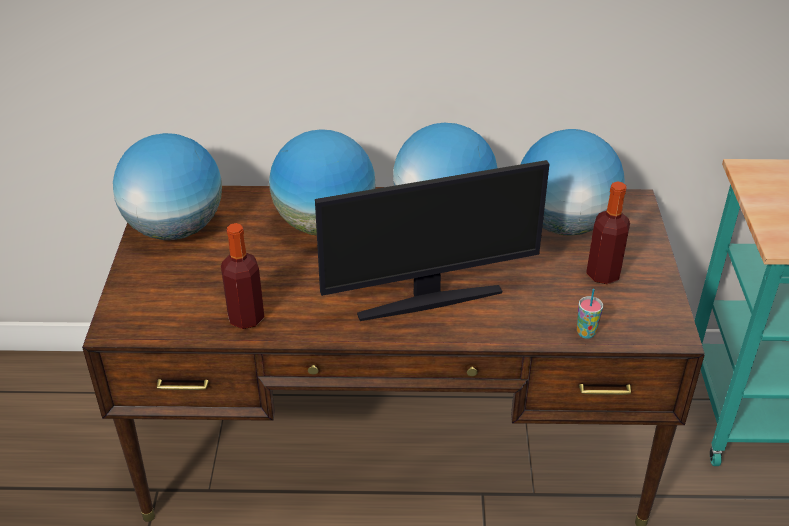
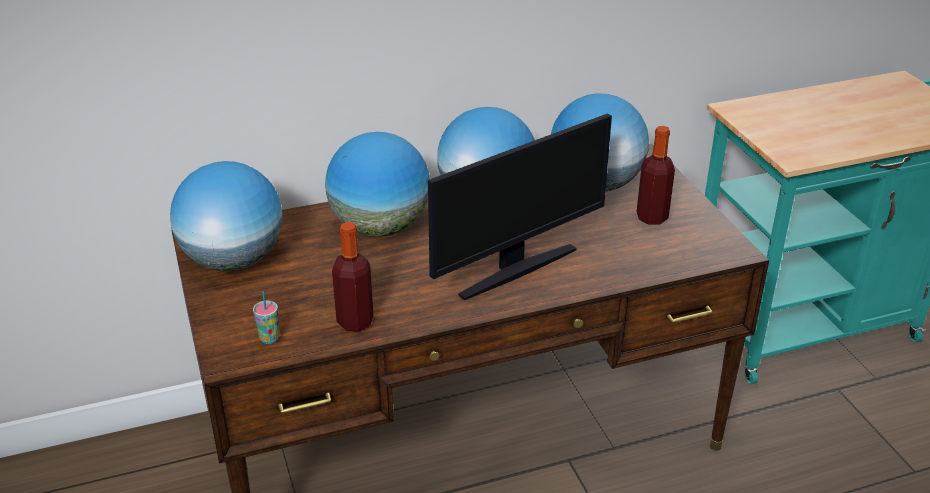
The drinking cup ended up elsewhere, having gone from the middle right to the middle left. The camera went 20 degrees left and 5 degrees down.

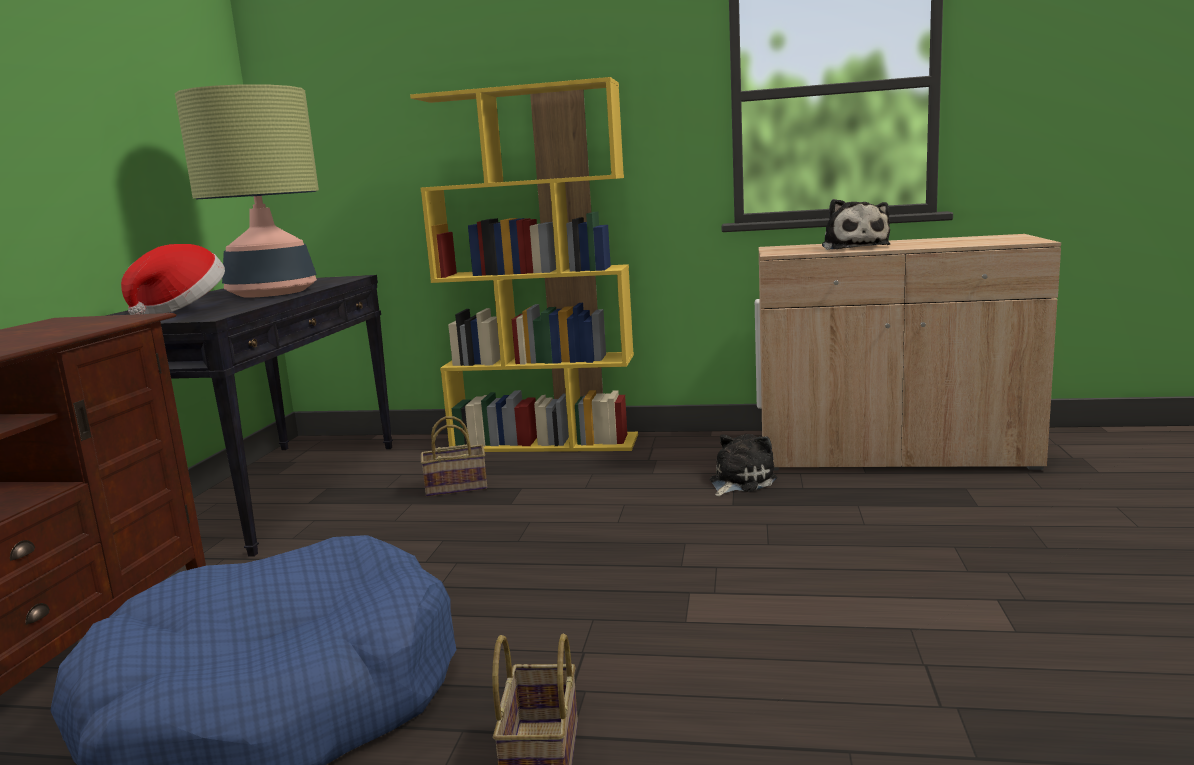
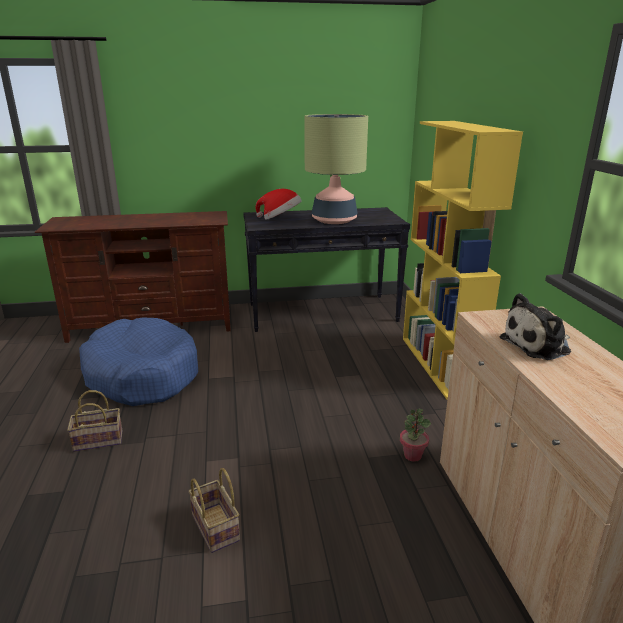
The basket (1st from left in the first image) ended up elsewhere, having gone from the centre to the bottom centre. Where the cuddly toy (1st from left) stood at the centre, the plant in a pot came to stand at the bottom centre. The camera went 70 degrees right and 10 degrees up.

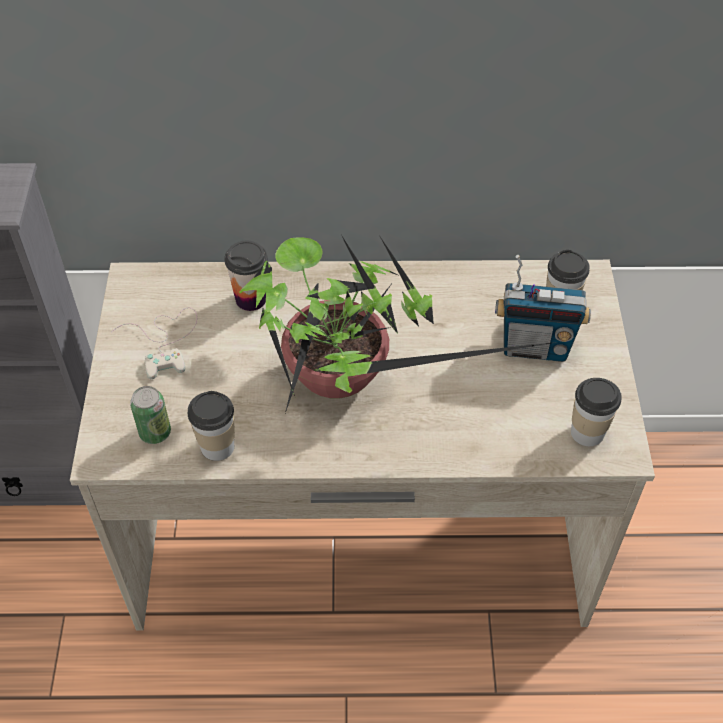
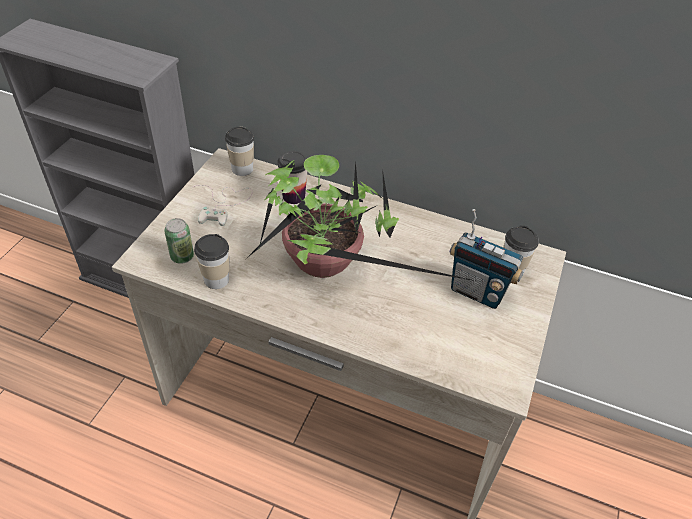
The drinking cup (4th from left in the first image) ended up elsewhere, having gone from the middle right to the top centre. The camera went 20 degrees right and 5 degrees down.

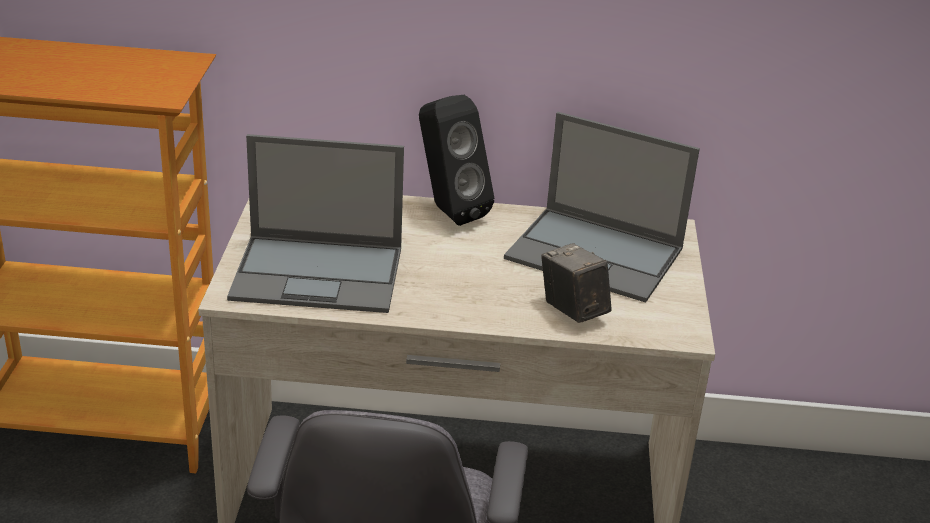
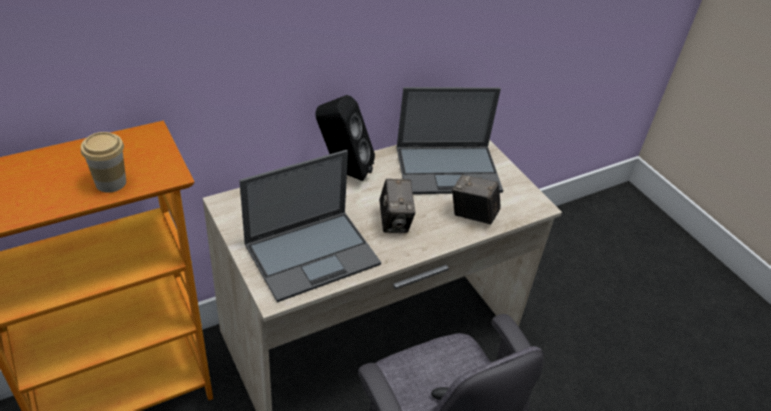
The second view gained the drinking cup at the middle left. The second view gained the photo camera (1st from left) at the centre. The camera went 35 degrees left and 10 degrees up.

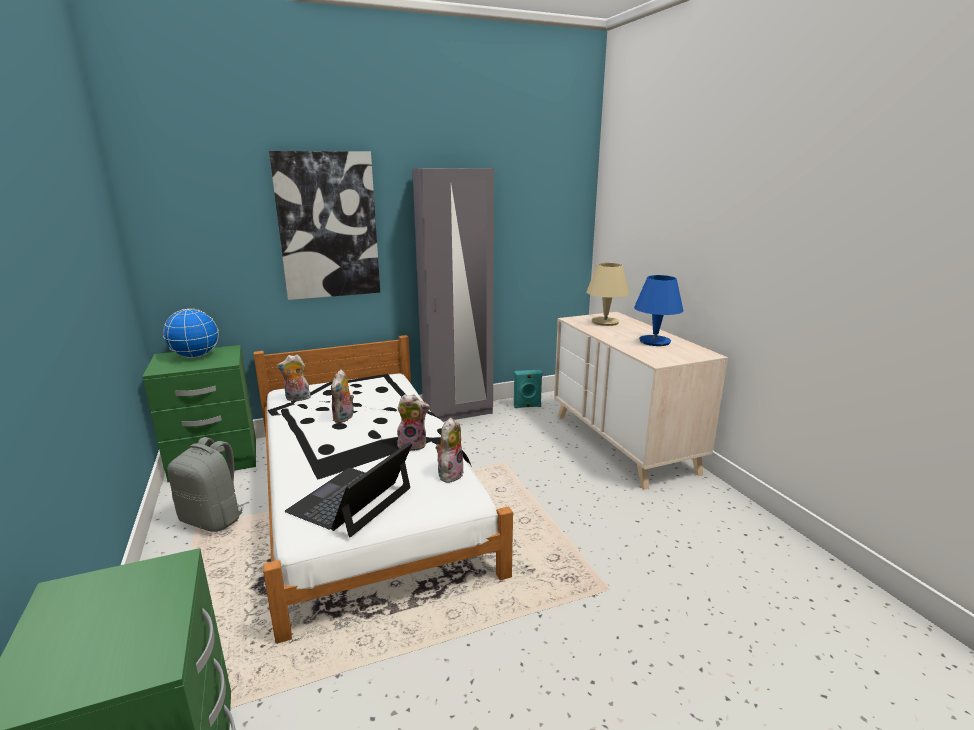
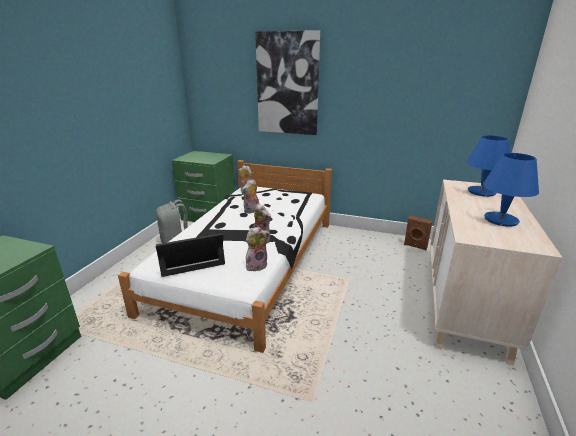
What was the blue-green loudspeaker at the centre turned into the brown-coloured loudspeaker at the middle right. What was the beige-coloured table lamp at the centre turned into the blue-coloured table lamp (1st from left) at the middle right. The second view lost the desk globe at the middle left. The second view lost the grey armoire at the centre. The camera went 40 degrees right and 5 degrees up.

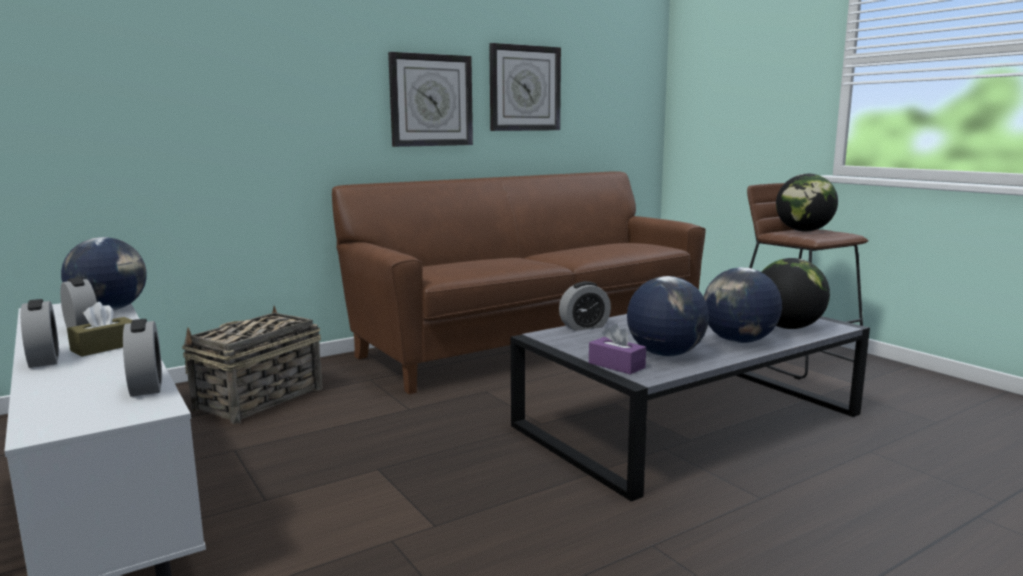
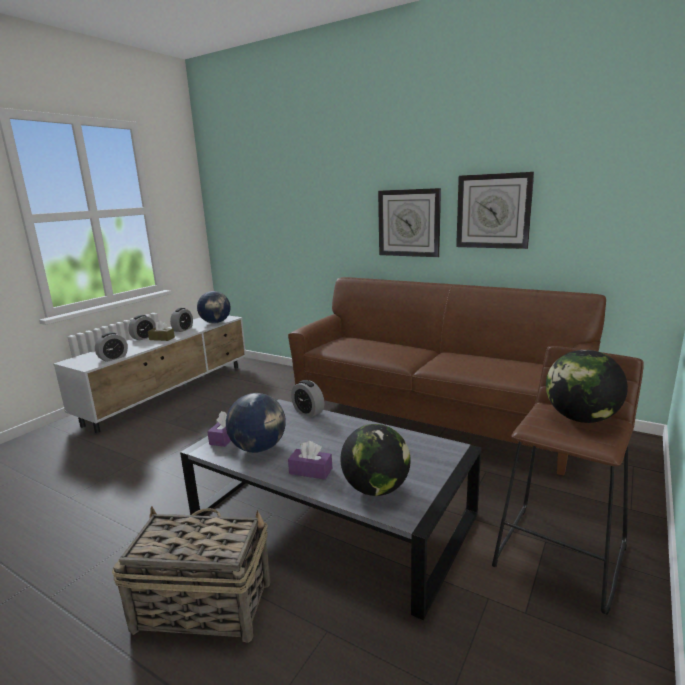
The basket ended up elsewhere, having gone from the middle left to the bottom left. Where the desk globe (3rd from left) stood at the middle right, the purplish tissue box (2nd from left) came to stand at the bottom centre. The camera went 65 degrees right and 5 degrees up.

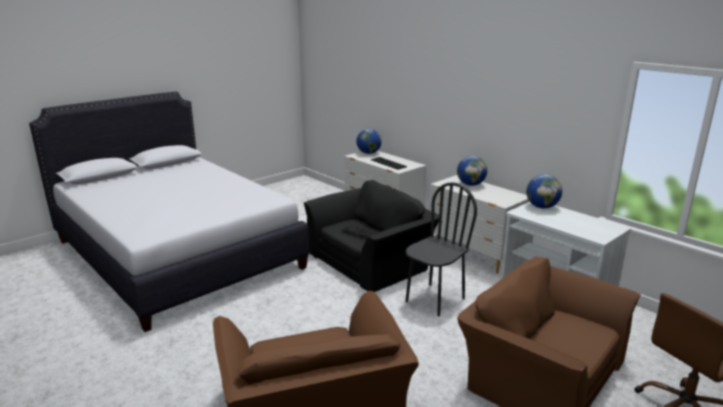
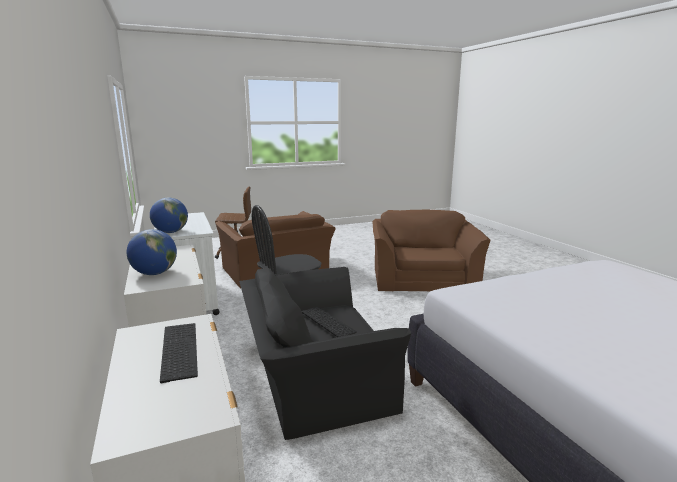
The second view lost the desk globe (1st from left) at the centre. The camera went 160 degrees left and 5 degrees down.

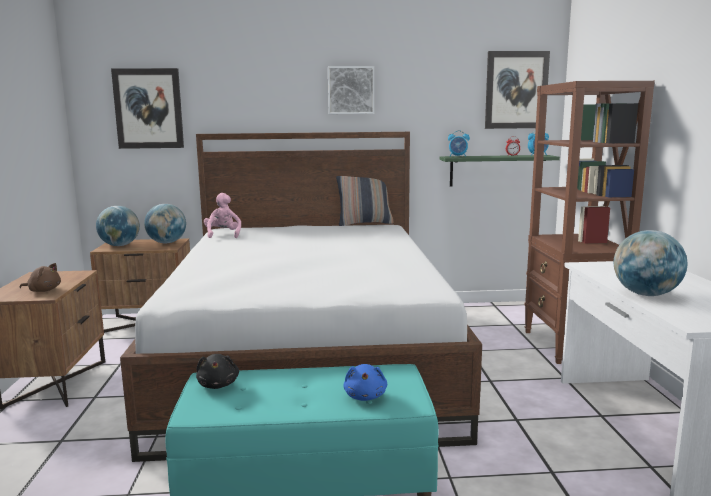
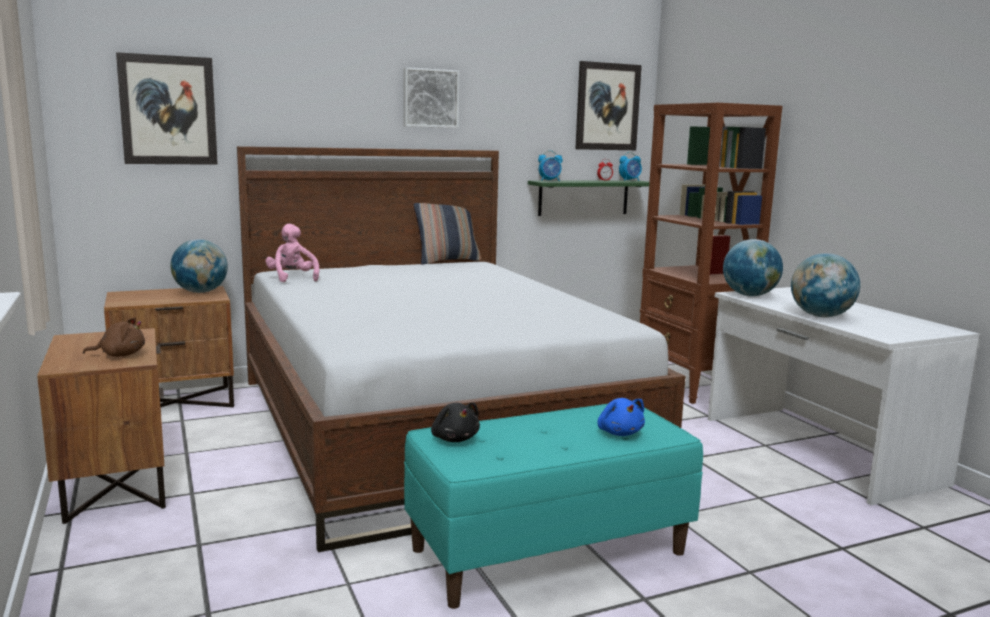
The desk globe (1st from left in the first image) ended up elsewhere, having gone from the middle left to the middle right. The camera went 20 degrees left and 0 degrees up.

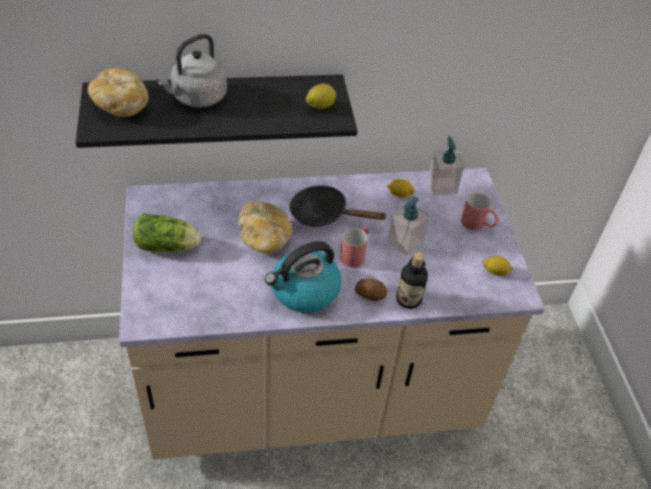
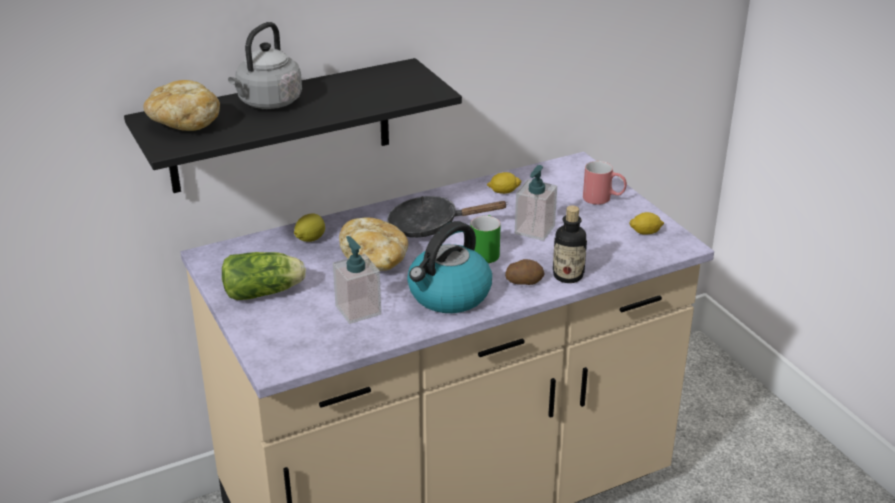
The citrus fruit (1st from left) ended up elsewhere, having gone from the top centre to the centre. The soap dispenser (2nd from left in the first image) ended up elsewhere, having gone from the middle right to the centre. What was the red mug (1st from left) at the centre turned into the green-coloured mug at the centre. The camera went 15 degrees left and 15 degrees down.

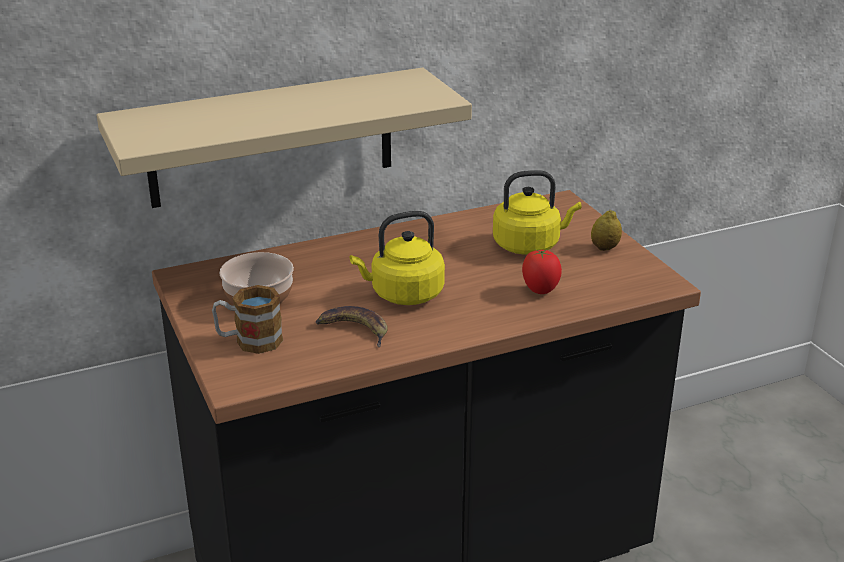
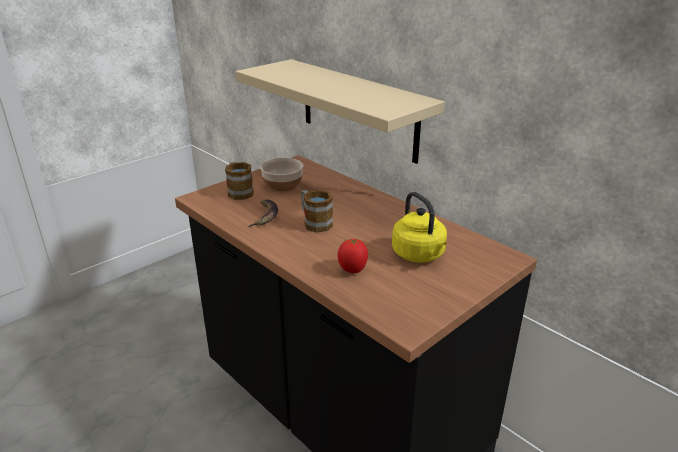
Where the yellow water kettle (1st from left) stood at the centre, the mug (2nd from left) came to stand at the centre. The second view lost the citrus fruit at the middle right. The camera went 70 degrees right and 0 degrees up.

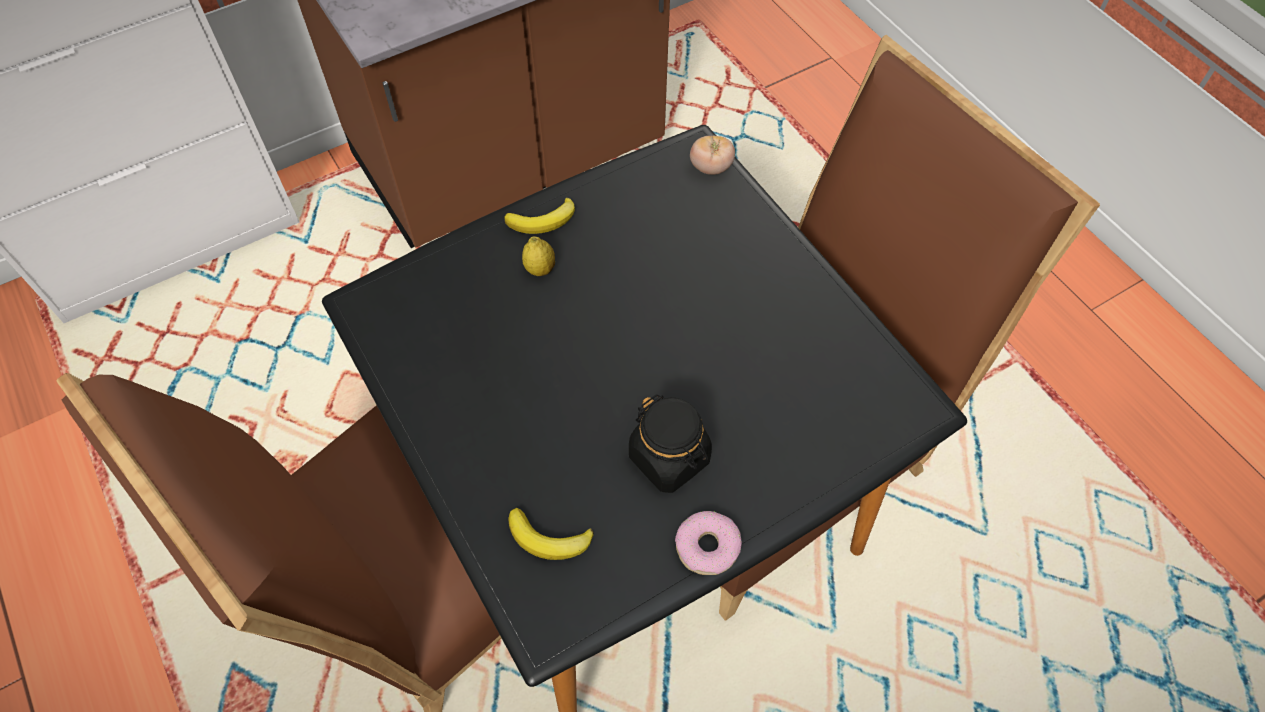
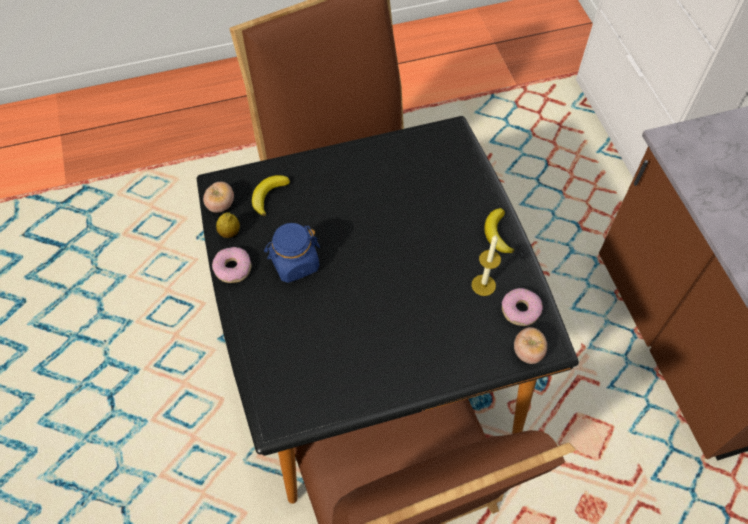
The second view gained the tomato (1st from left) at the middle left. The citrus fruit ended up elsewhere, having gone from the centre to the middle left. What was the blackish storage jar at the centre turned into the blue-coloured storage jar at the centre. The second view gained the wax light at the centre. The second view gained the doughnut (2nd from left) at the middle right. The camera went 105 degrees right and 0 degrees up.

